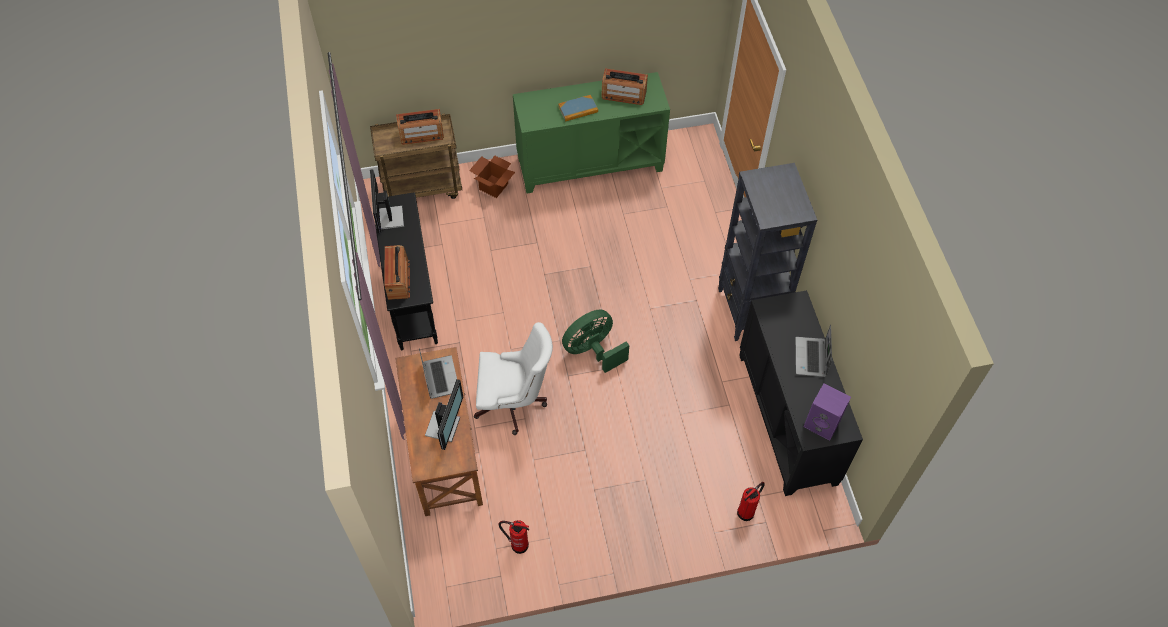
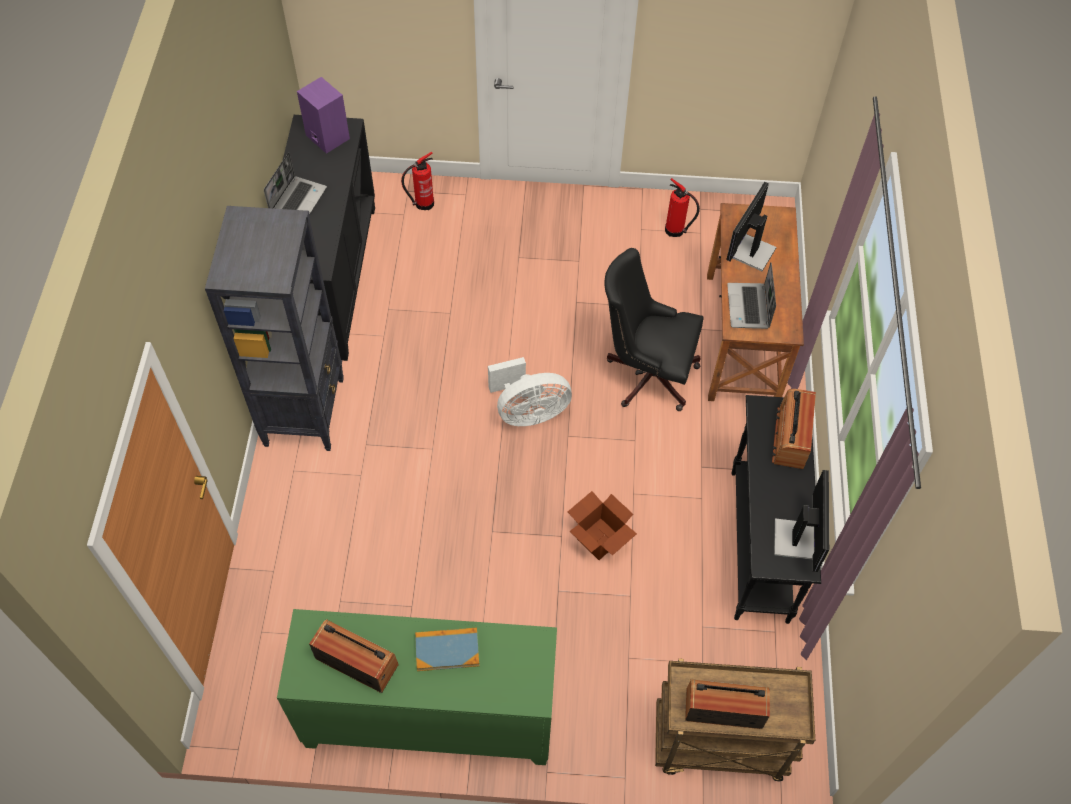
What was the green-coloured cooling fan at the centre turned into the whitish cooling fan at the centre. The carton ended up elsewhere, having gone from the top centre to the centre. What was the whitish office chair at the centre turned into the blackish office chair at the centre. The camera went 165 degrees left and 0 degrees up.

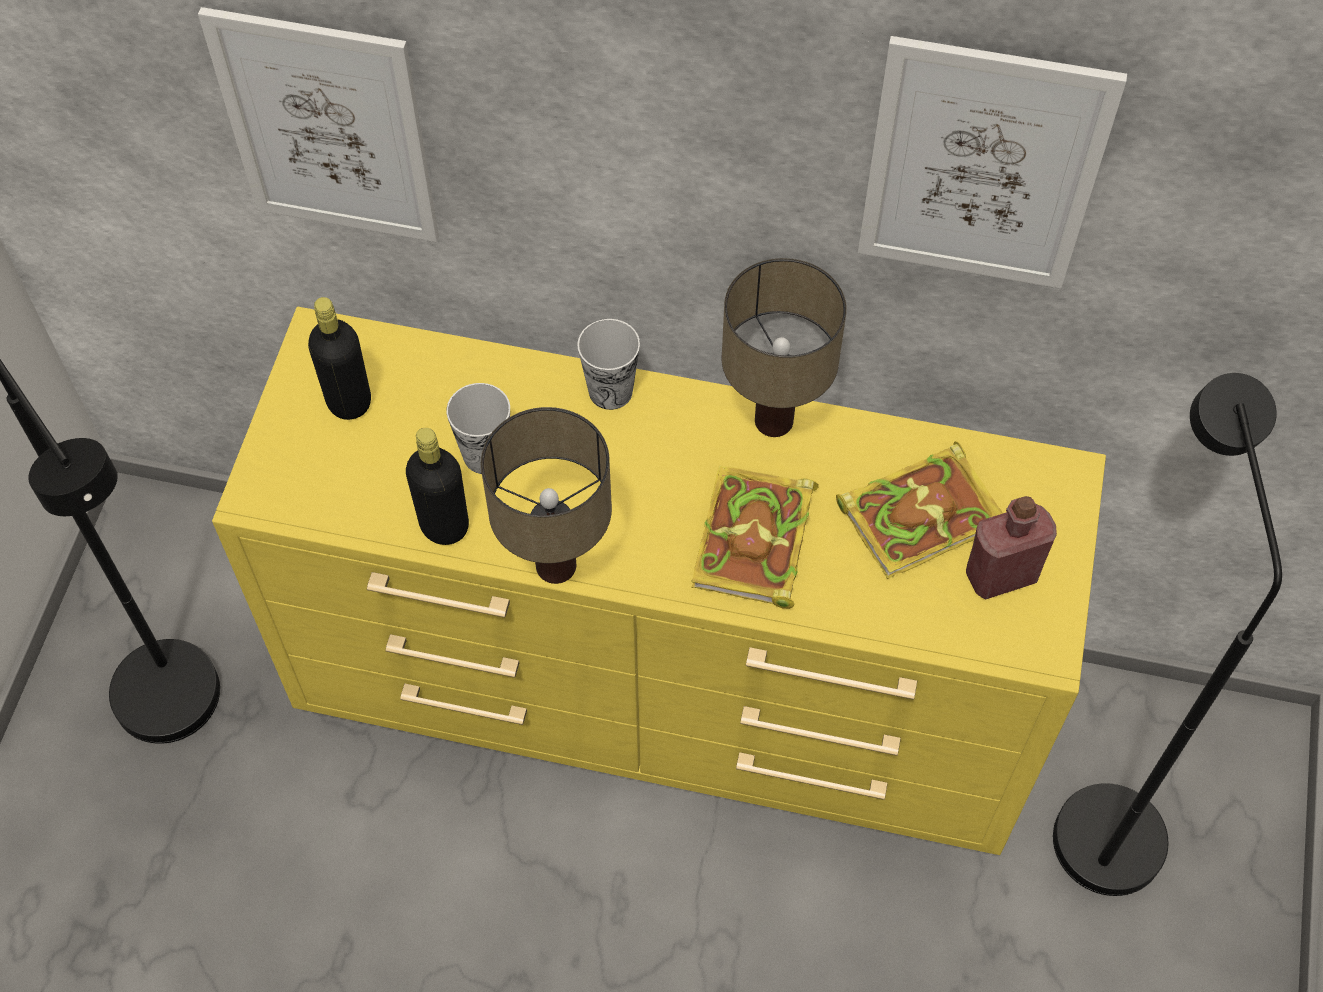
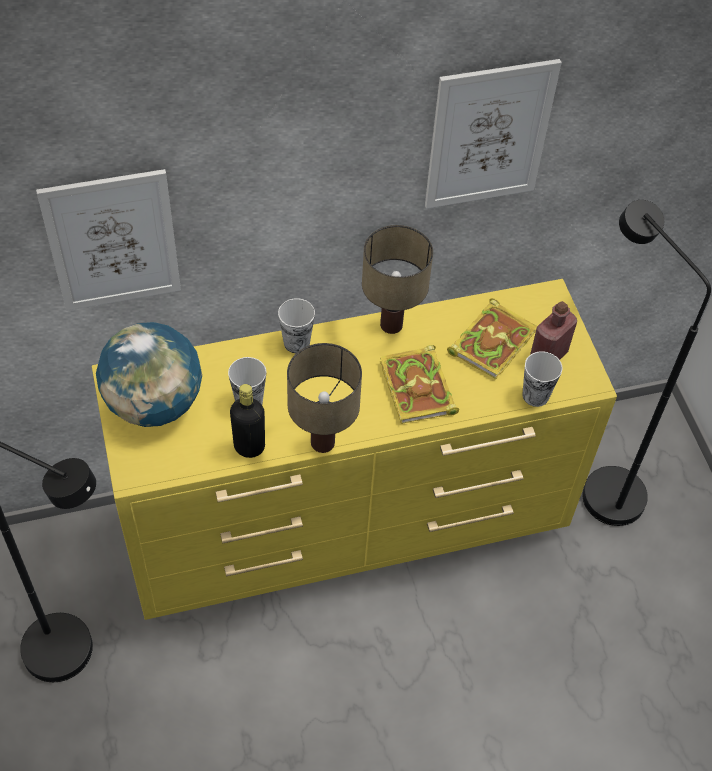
Where the blackish beverage bottle (1st from left) stood at the middle left, the desk globe came to stand at the middle left. The second view gained the drinking cup (3rd from left) at the middle right. The camera went 30 degrees left and 5 degrees down.

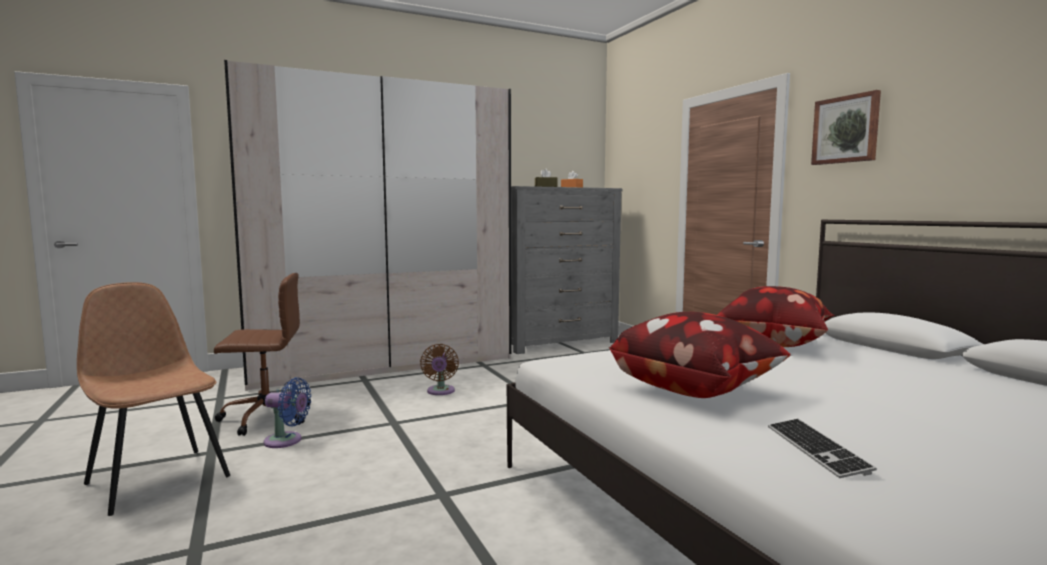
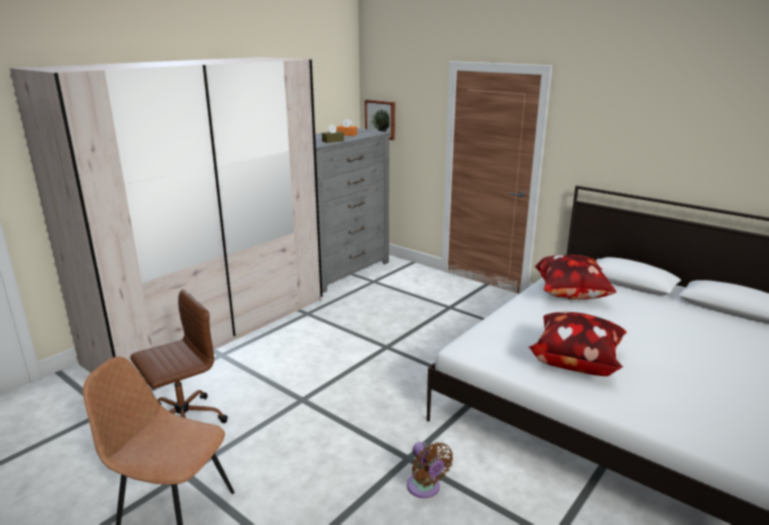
The picture ended up elsewhere, having gone from the top right to the top centre. The brown-coloured cooling fan ended up elsewhere, having gone from the centre to the bottom centre. The second view lost the blue-coloured cooling fan at the bottom left. The second view lost the keyboard at the bottom right. The camera went 25 degrees left and 15 degrees up.

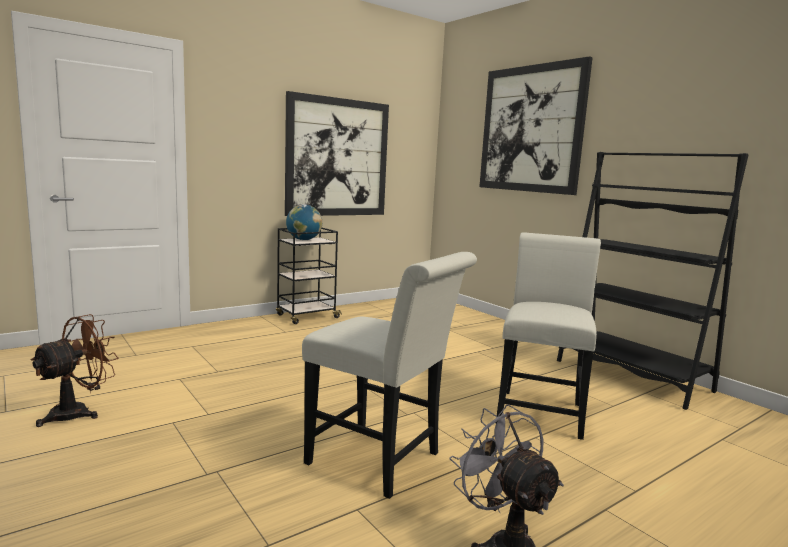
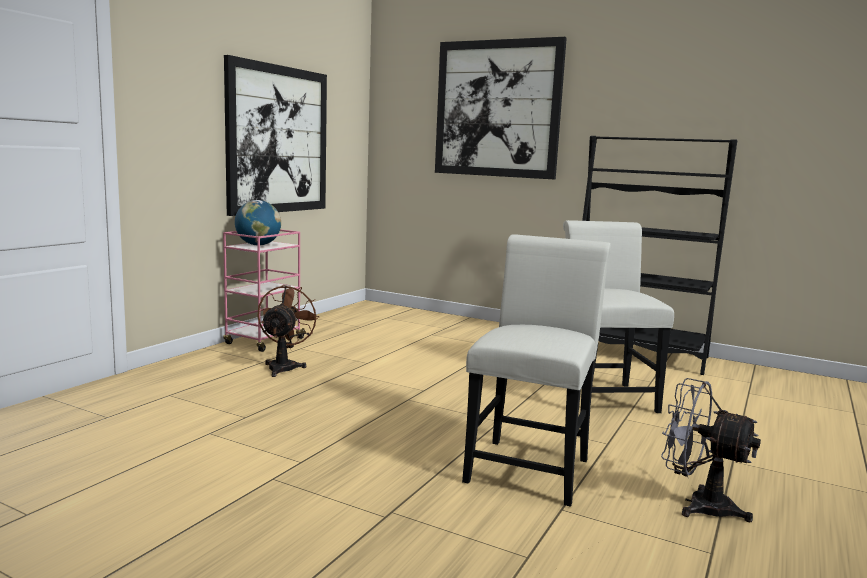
What was the blackish cart at the centre turned into the pink cart at the middle left. The brown-coloured cooling fan ended up elsewhere, having gone from the bottom left to the middle left. The whitish plain chair (1st from left) at the bottom centre ended up facing another way, 75 degrees counterclockwise from before. The camera went 25 degrees left and 0 degrees up.

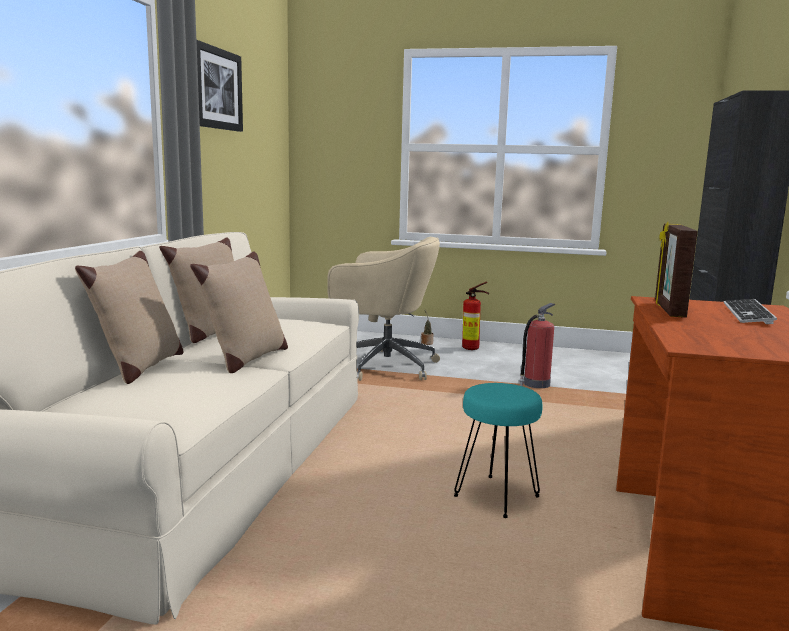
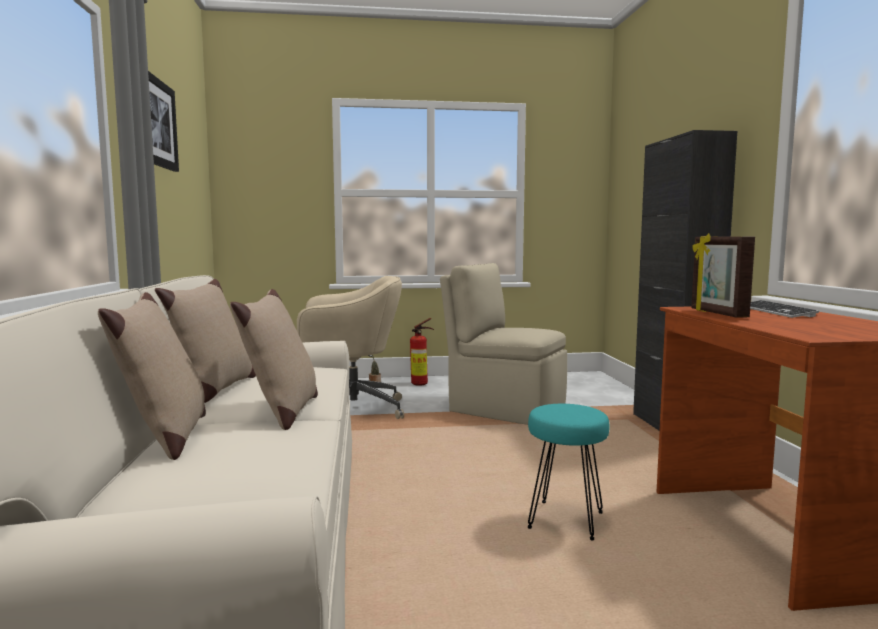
Where the fire-fighting cylinder (2nd from left) stood at the middle right, the beige-coloured plain chair came to stand at the centre. The camera went 20 degrees left and 5 degrees down.

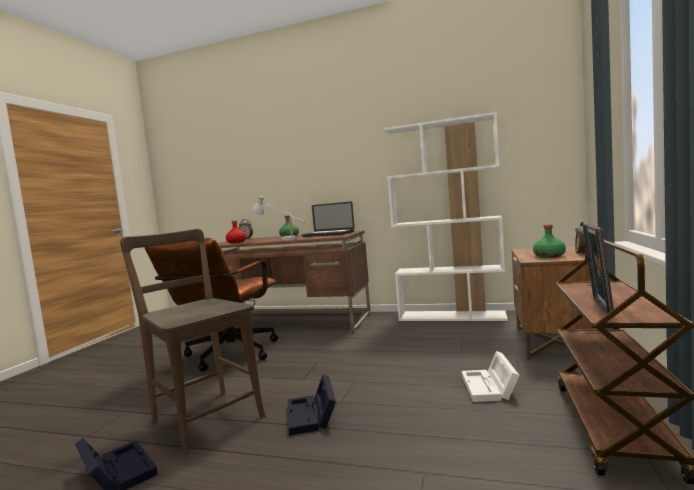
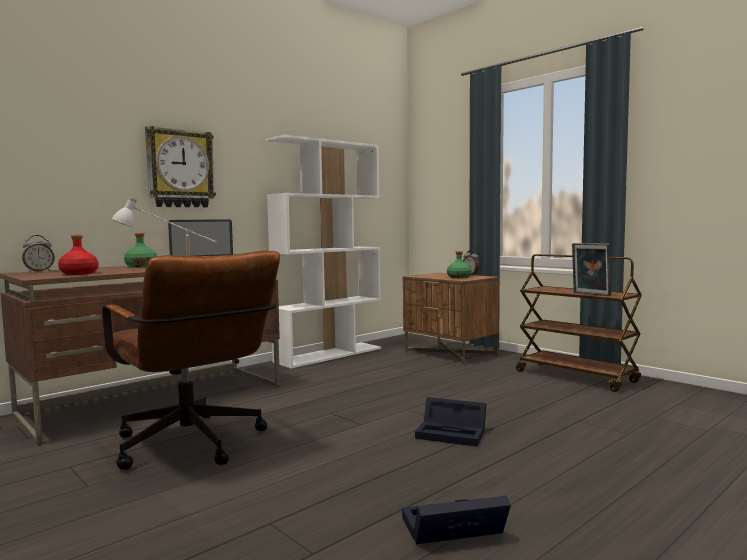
The second view gained the hanging clock at the top left. The second view lost the brown-coloured plain chair at the bottom left. The second view lost the whitish storage container at the bottom right. The camera went 60 degrees left and 0 degrees up.

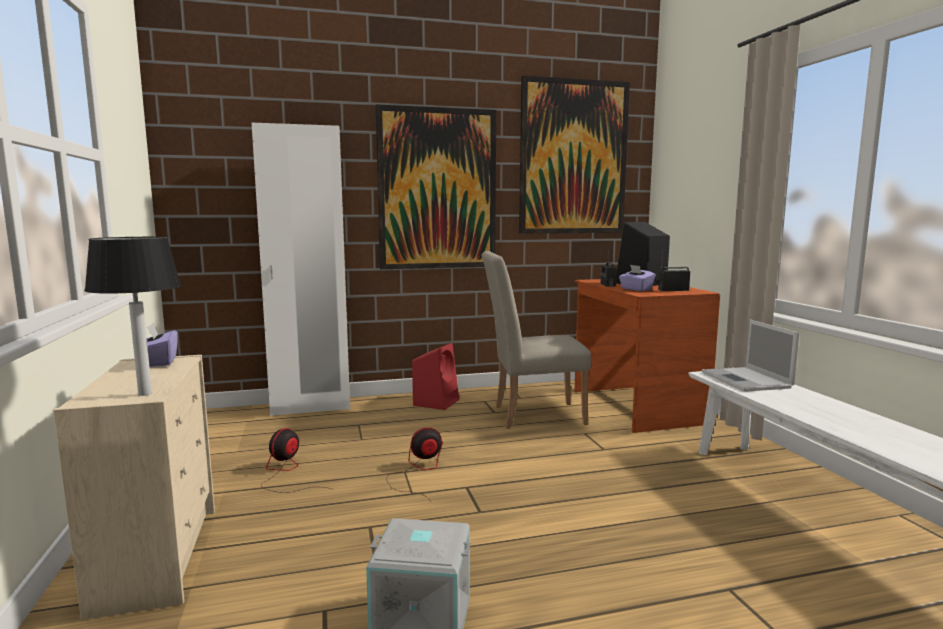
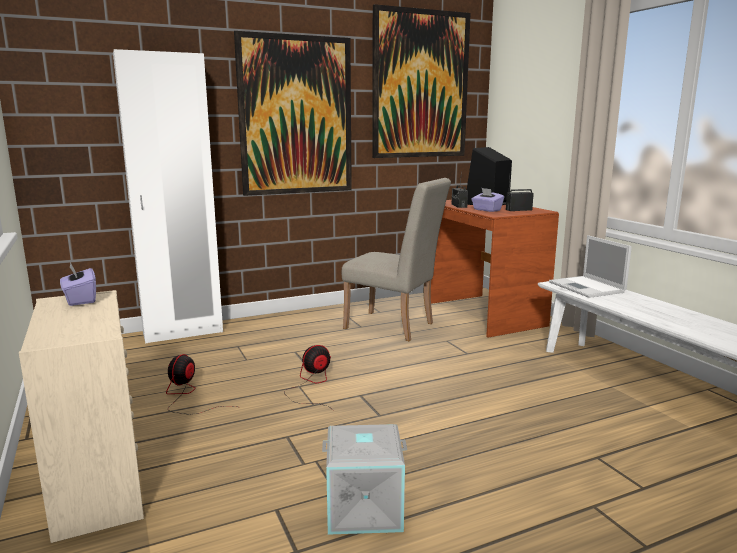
The beige-coloured plain chair at the centre ended up facing another way, 135 degrees counterclockwise from before. The second view lost the table lamp at the middle left. The second view lost the red loudspeaker at the centre. The camera went 10 degrees left and 5 degrees up.

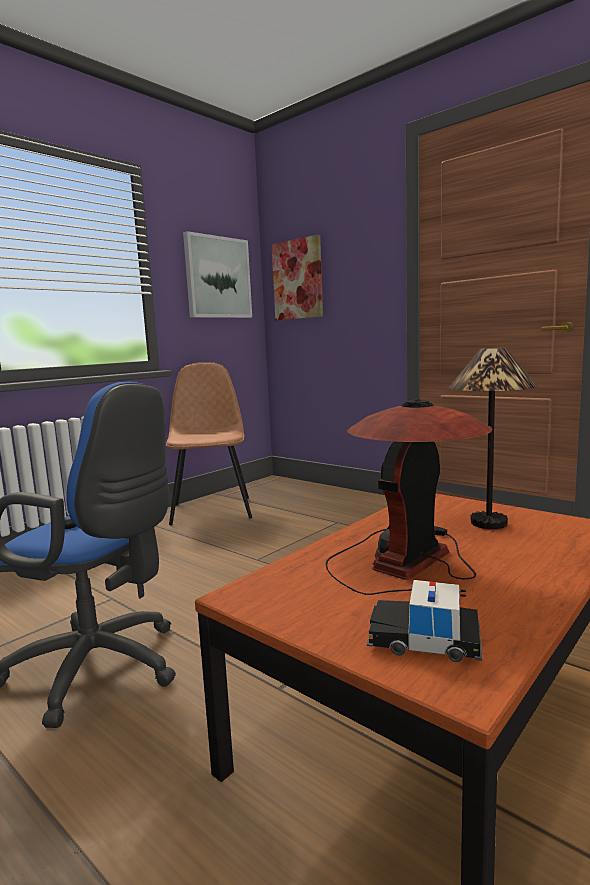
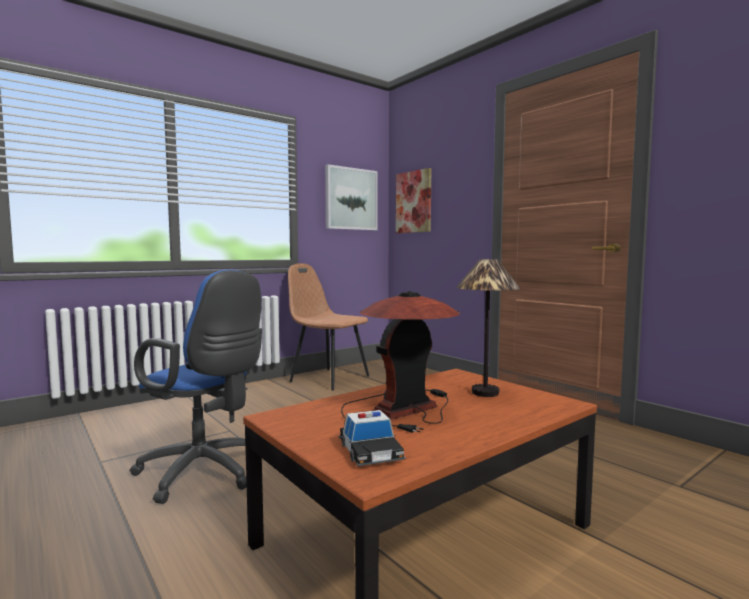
The brown-coloured plain chair at the centre ended up facing another way, 60 degrees counterclockwise from before. The miniature car at the bottom right ended up facing another way, 135 degrees counterclockwise from before. The camera went 10 degrees right and 5 degrees down.

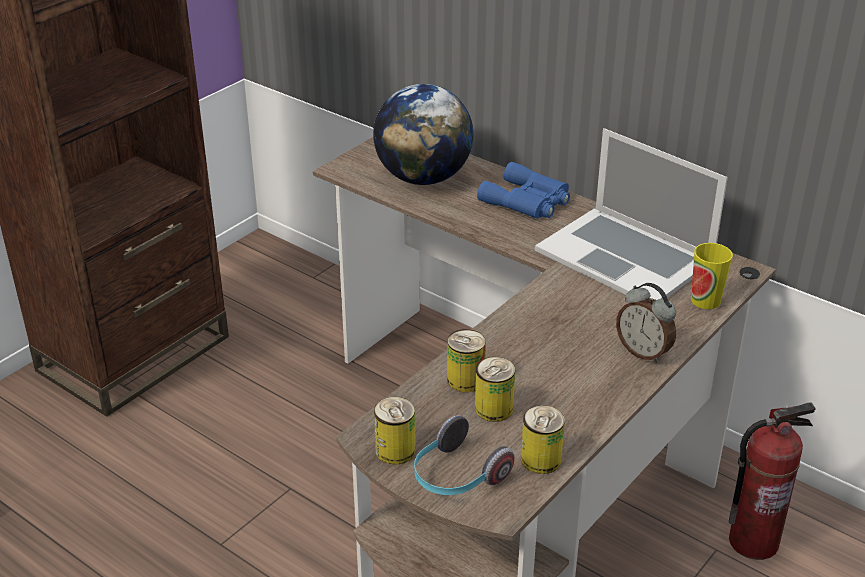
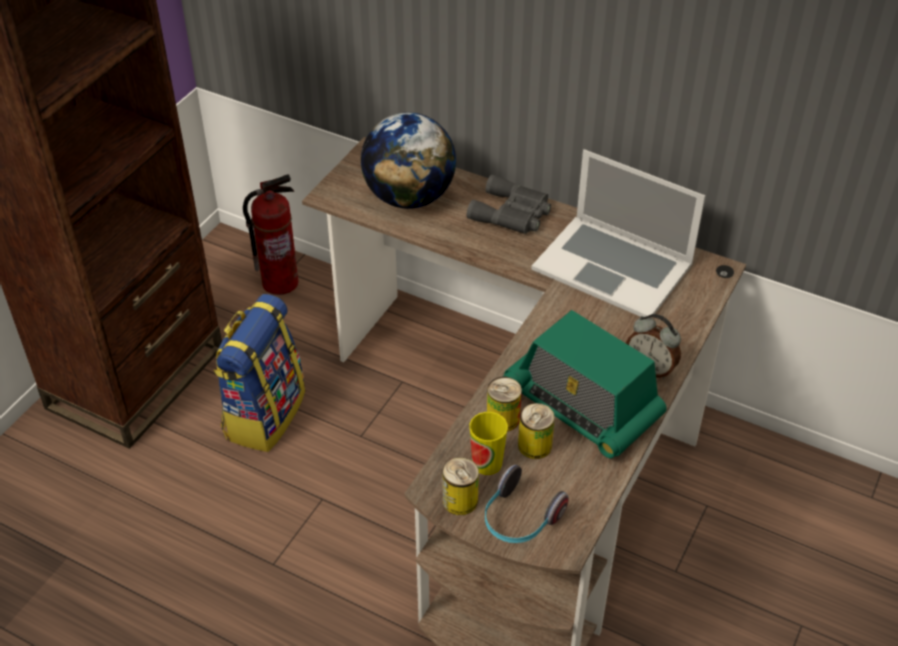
The second view gained the knapsack at the middle left. The fire-fighting cylinder ended up elsewhere, having gone from the bottom right to the middle left. What was the blue-coloured field glasses at the top centre turned into the grey field glasses at the top centre. The drinking cup ended up elsewhere, having gone from the middle right to the bottom centre. The second view gained the radio receiver at the centre. The second view lost the metal can (4th from left) at the bottom centre. The camera went 10 degrees left and 10 degrees up.

